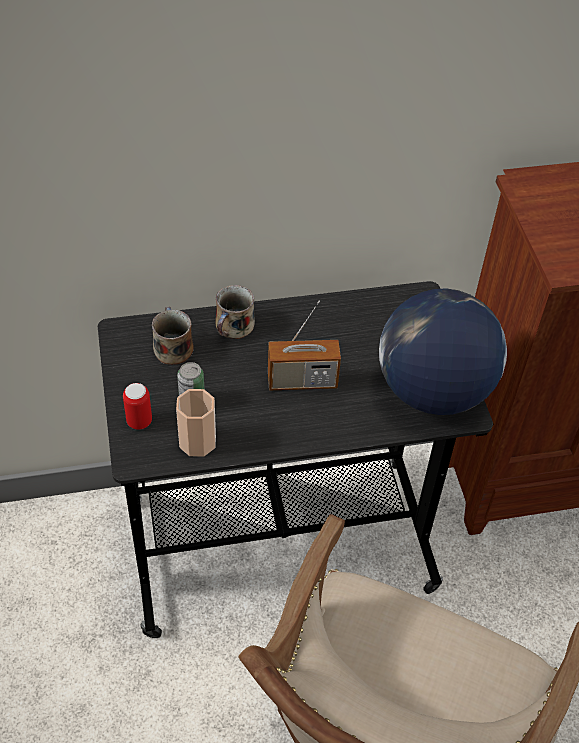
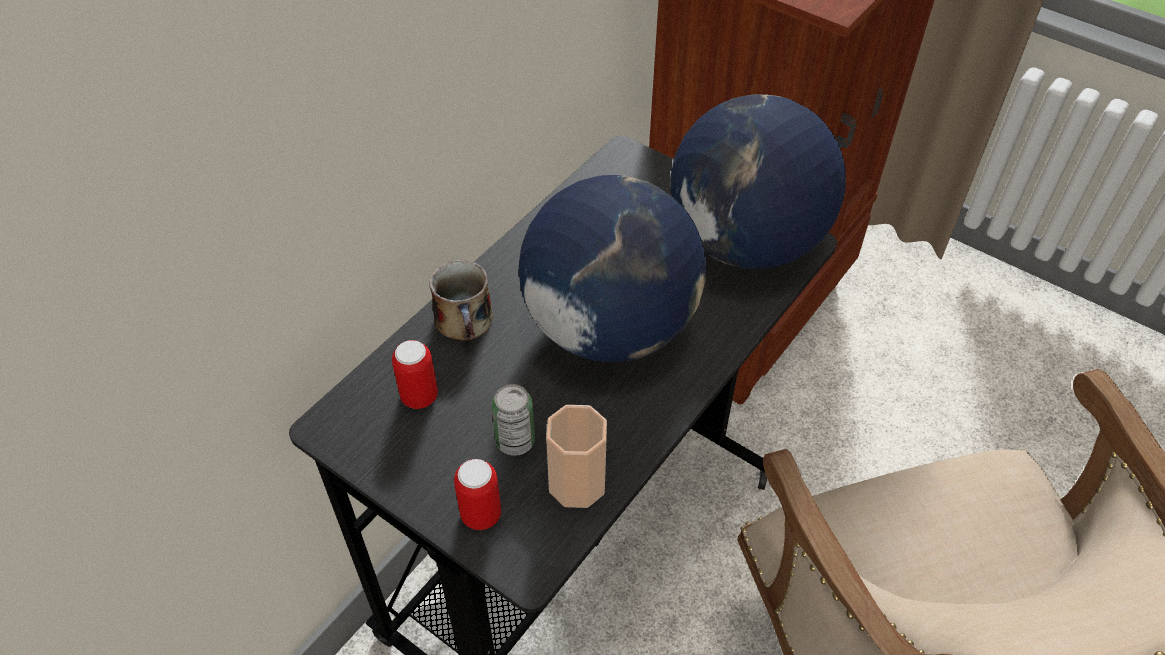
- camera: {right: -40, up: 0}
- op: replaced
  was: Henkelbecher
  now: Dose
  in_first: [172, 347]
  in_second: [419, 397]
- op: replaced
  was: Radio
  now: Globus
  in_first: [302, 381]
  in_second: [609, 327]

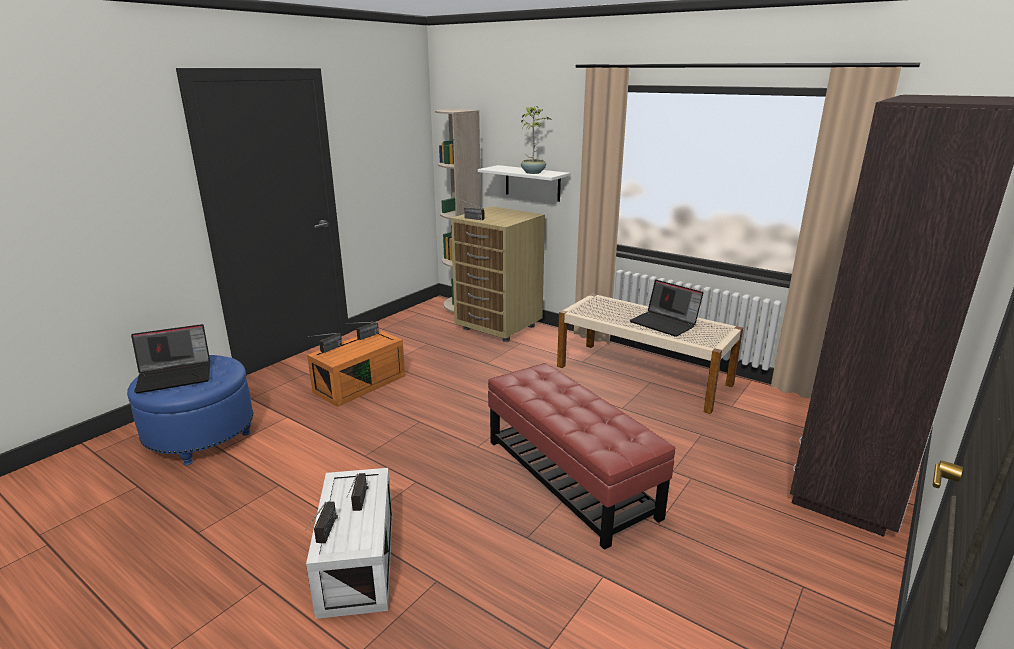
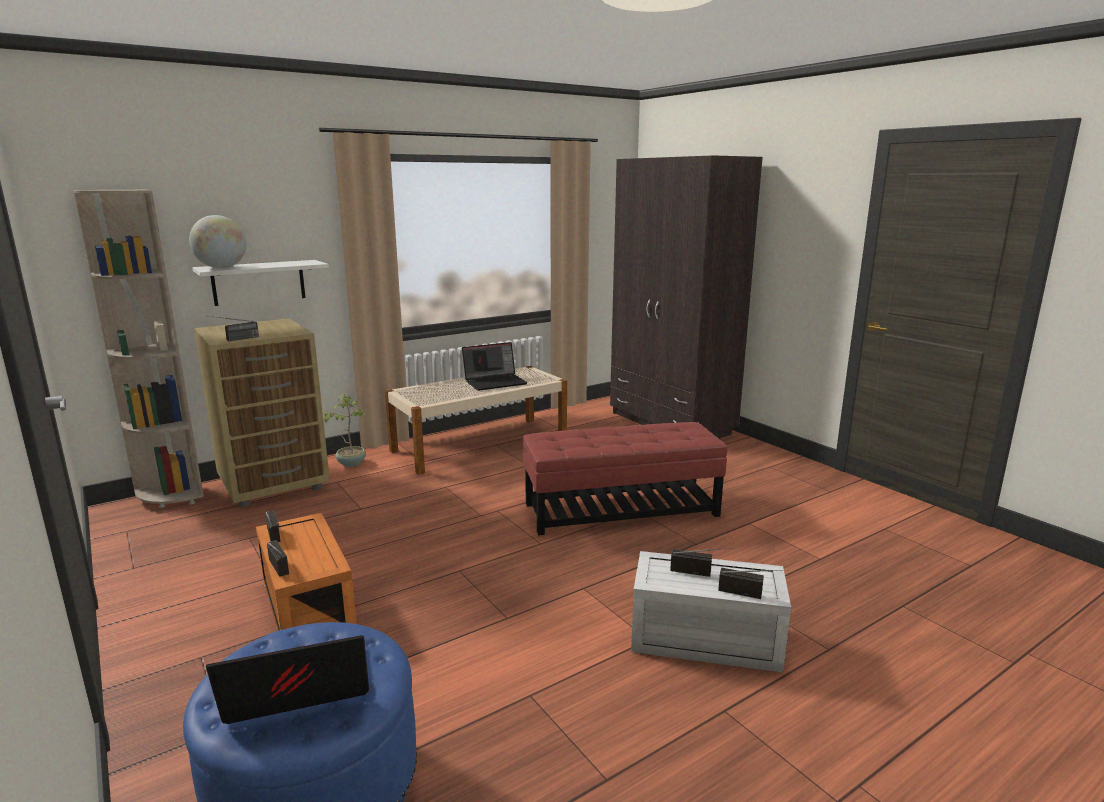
- camera: {right: -70, up: -5}
- op: turned
  was: Laptop
  in_first: [176, 376]
  in_second: [296, 692]
  clockwise: -105
- op: moved
  was: Topfpflanze
  in_first: [533, 172]
  in_second: [351, 463]
- op: added
  now: Globus
  in_second: [222, 268]

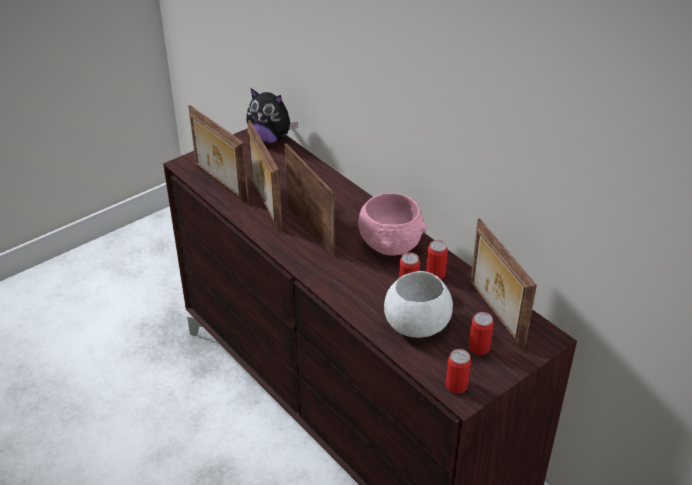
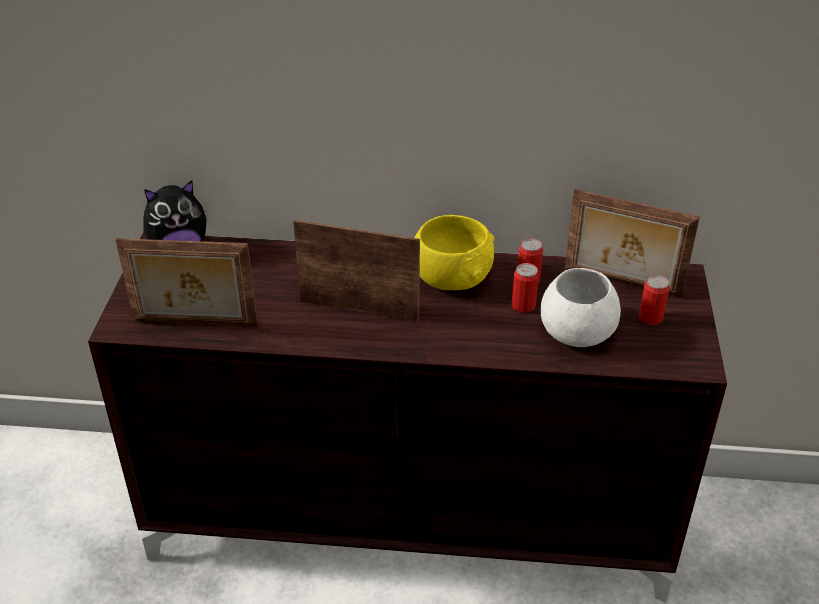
- camera: {right: -45, up: 0}
- op: removed
  was: Bilderrahmen
  in_first: [265, 205]
- op: recoloured
  was: Schüssel/rosa
  now: Schüssel/gelb
  in_first: [391, 244]
  in_second: [452, 278]
- op: removed
  was: Dose
  in_first: [456, 385]

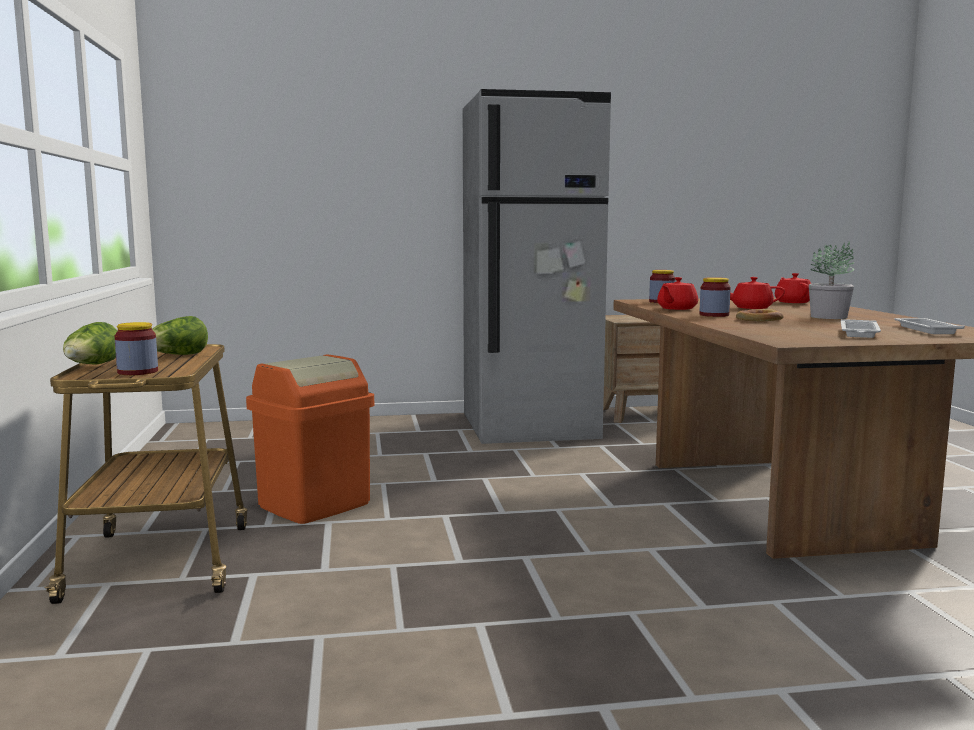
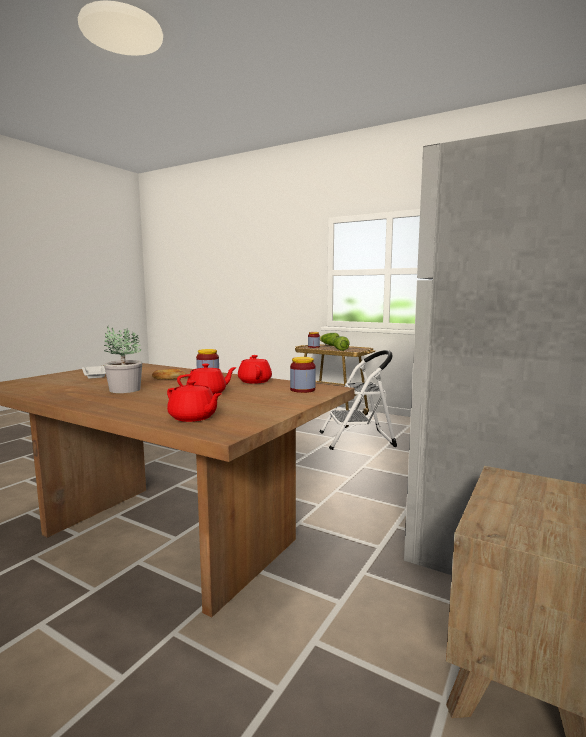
- camera: {right: 130, up: 0}
- op: replaced
  was: Mülleimer/orange
  now: Trittleiter
  in_first: [314, 504]
  in_second: [359, 439]
- op: removed
  was: Tablett/weiß
  in_first: [926, 330]

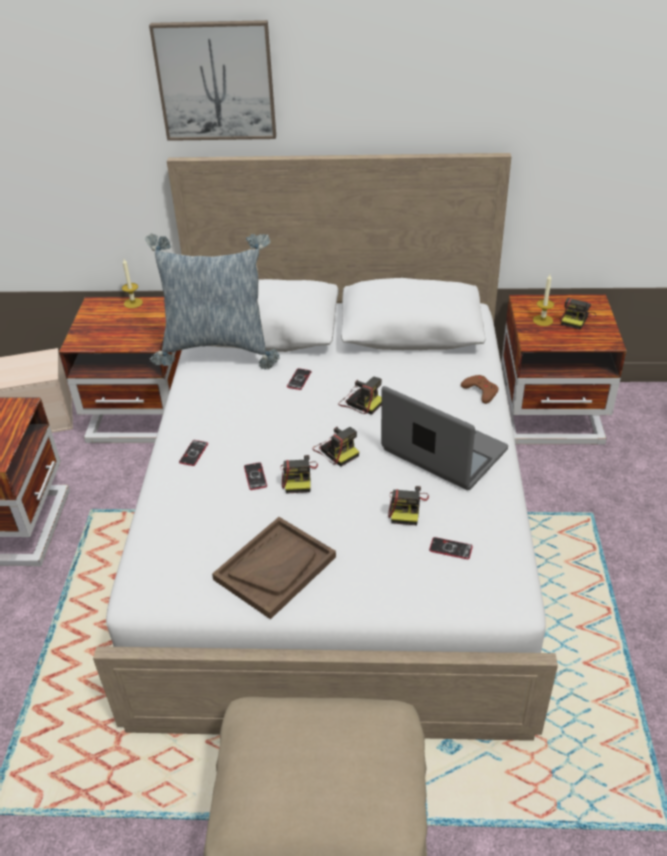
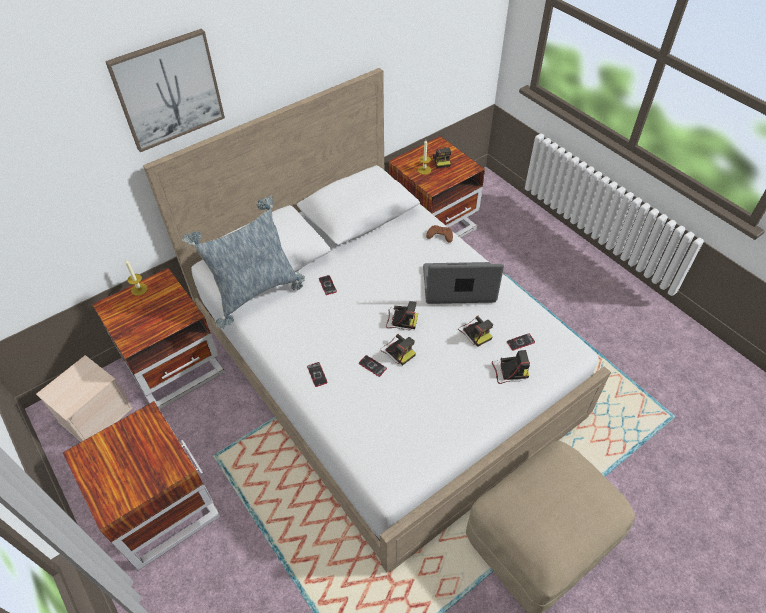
- camera: {right: -40, up: 10}
- op: removed
  was: Tablett/braun
  in_first: [275, 568]
- op: moved
  was: Kamera
  in_first: [360, 402]
  in_second: [509, 371]

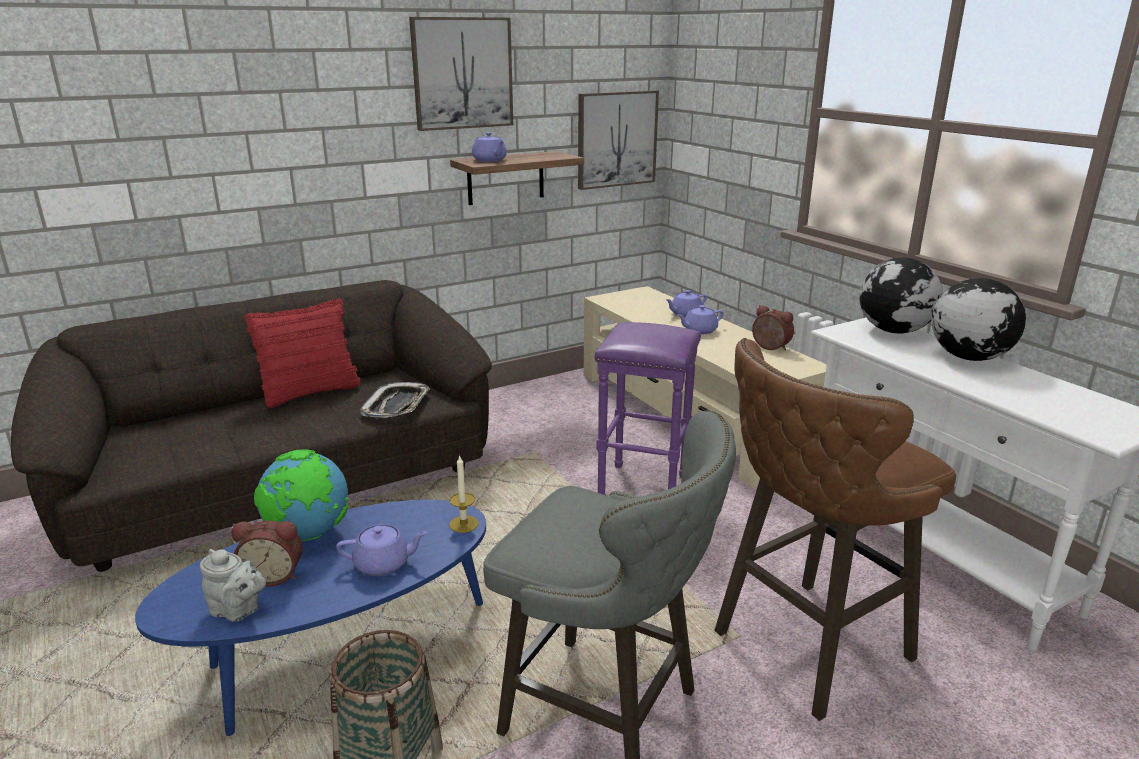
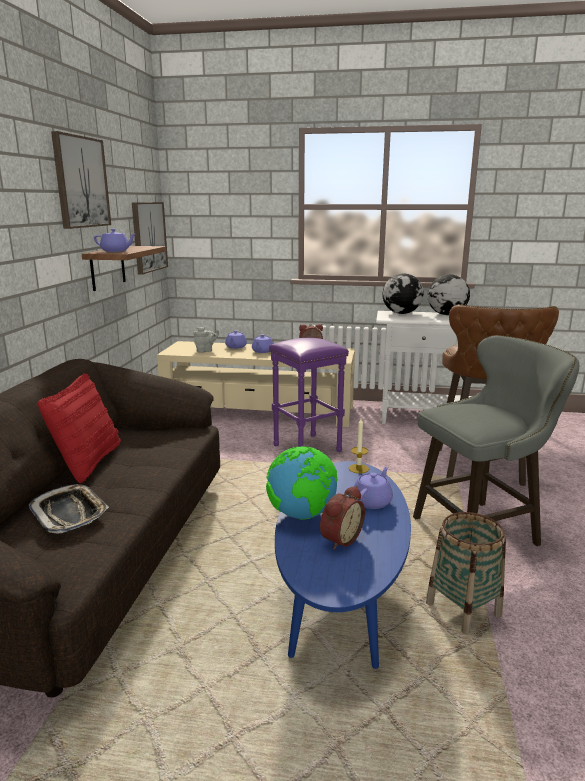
- camera: {right: -50, up: -5}
- op: moved
  was: Teekanne/grau
  in_first: [238, 610]
  in_second: [205, 351]
- op: moved
  was: Tablett
  in_first: [397, 406]
  in_second: [70, 513]

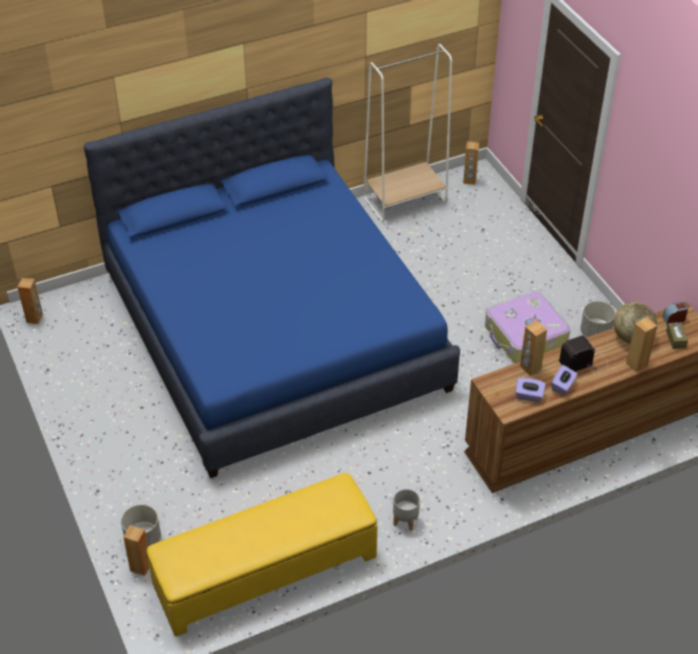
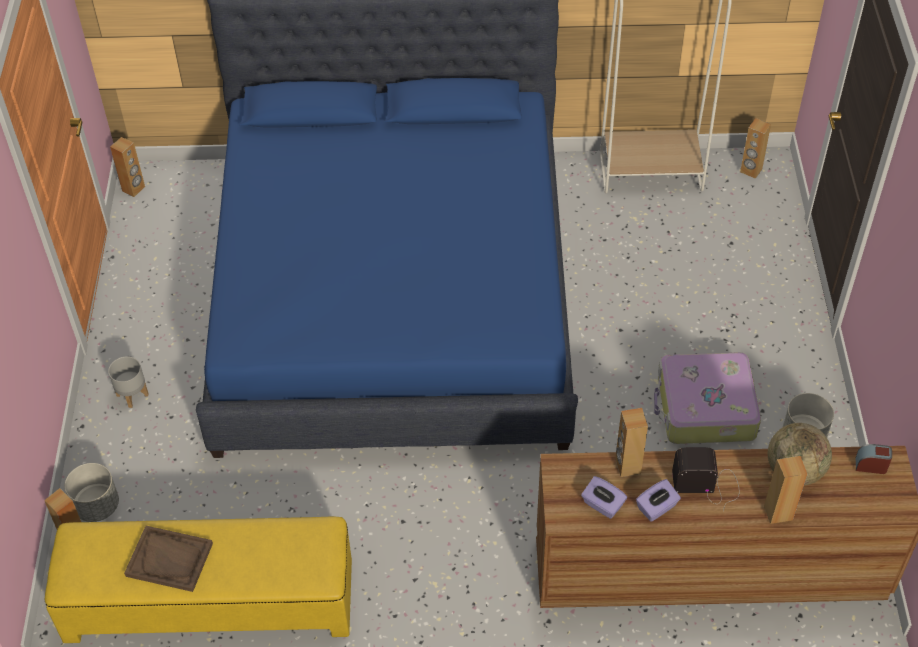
- camera: {right: 25, up: 5}
- op: moved
  was: Pflanzkübel/grau
  in_first: [405, 520]
  in_second: [132, 394]
- op: removed
  was: Taschentuchbox/braun
  in_first: [675, 339]
- op: added
  now: Tablett/braun
  in_second: [169, 559]

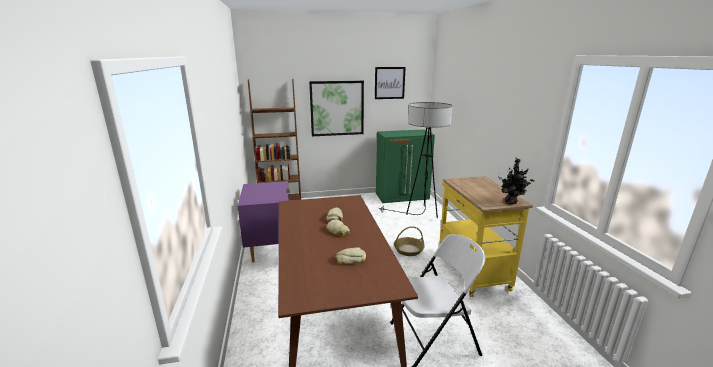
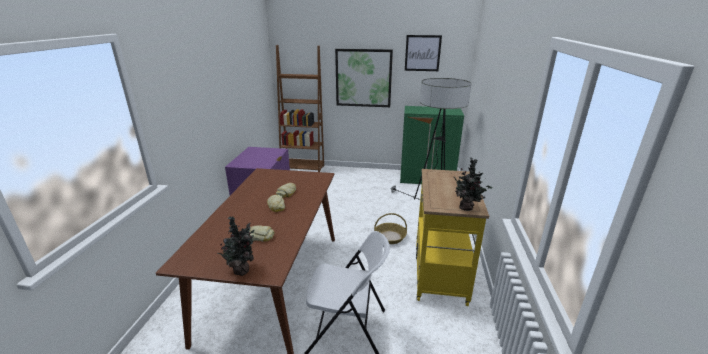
- camera: {right: 20, up: 5}
- op: added
  now: Topfpflanze
  in_second: [242, 270]

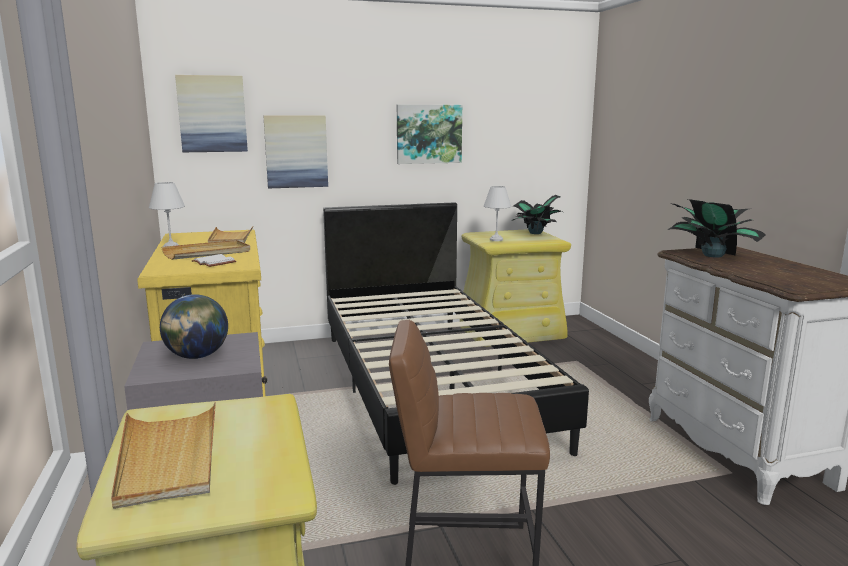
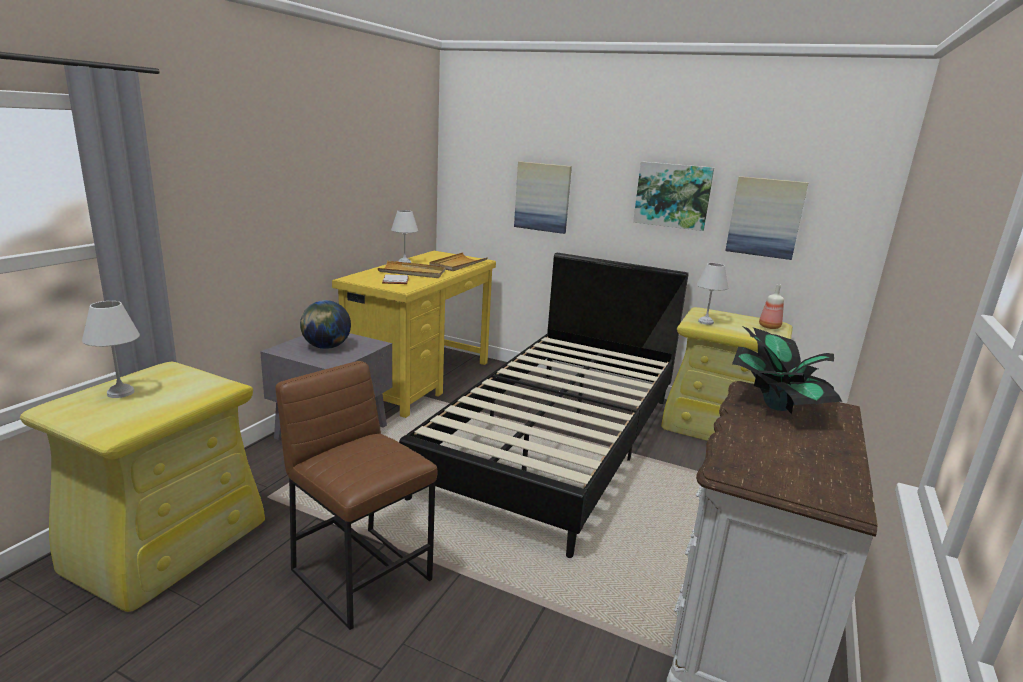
- camera: {right: 40, up: 5}
- op: replaced
  was: Tablett/beige
  now: Tischlampe/weiß
  in_first: [168, 457]
  in_second: [119, 393]
- op: moved
  was: Bild
  in_first: [212, 114]
  in_second: [765, 217]
- op: replaced
  was: Topfpflanze
  now: Flasche
  in_first: [535, 233]
  in_second: [768, 327]

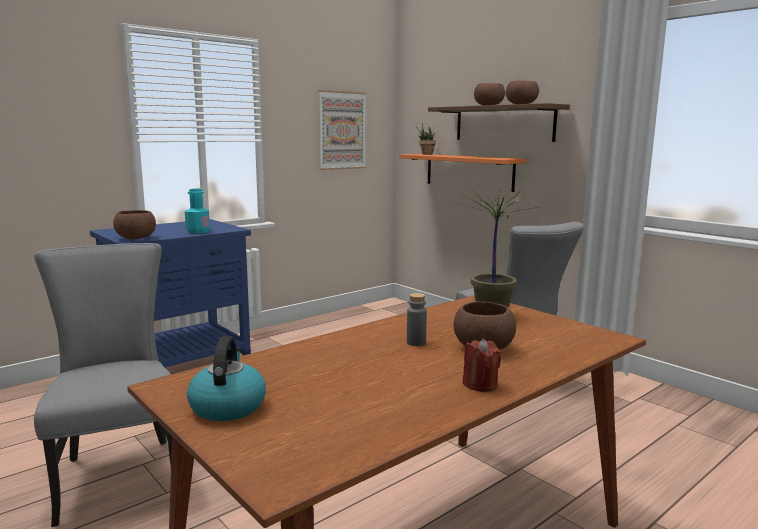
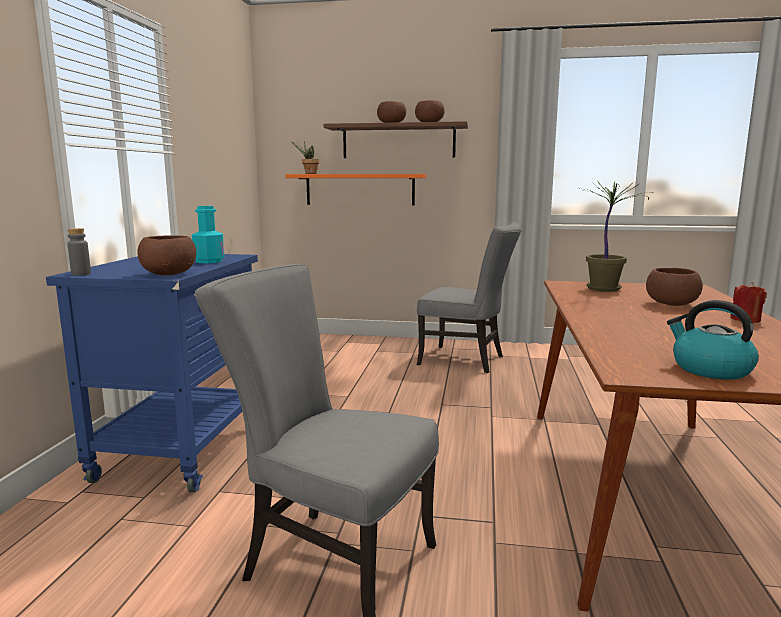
- camera: {right: -40, up: 0}
- op: removed
  was: Bild
  in_first: [342, 130]
- op: moved
  was: Flasche/grau
  in_first: [416, 342]
  in_second: [81, 274]

